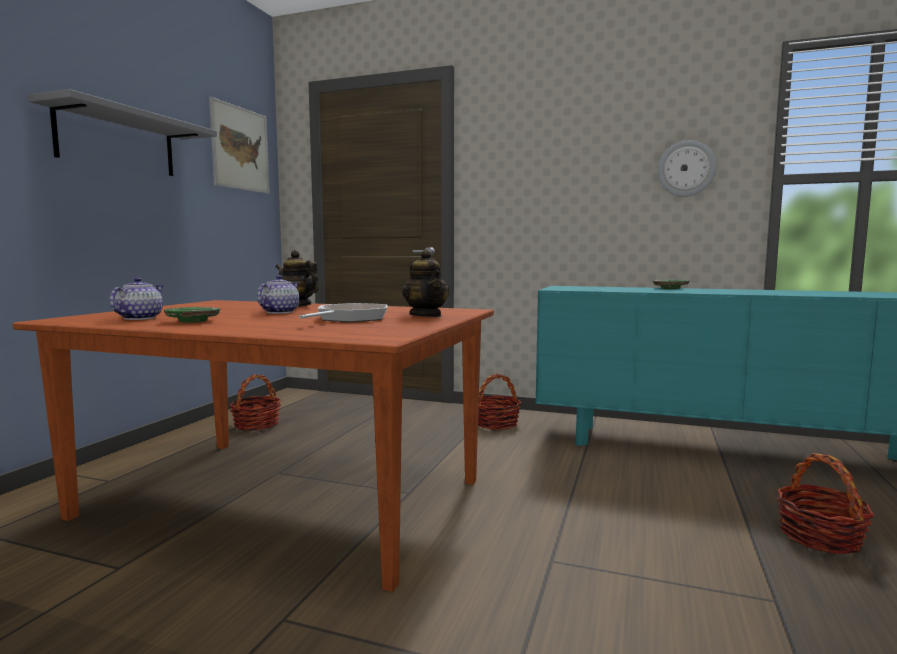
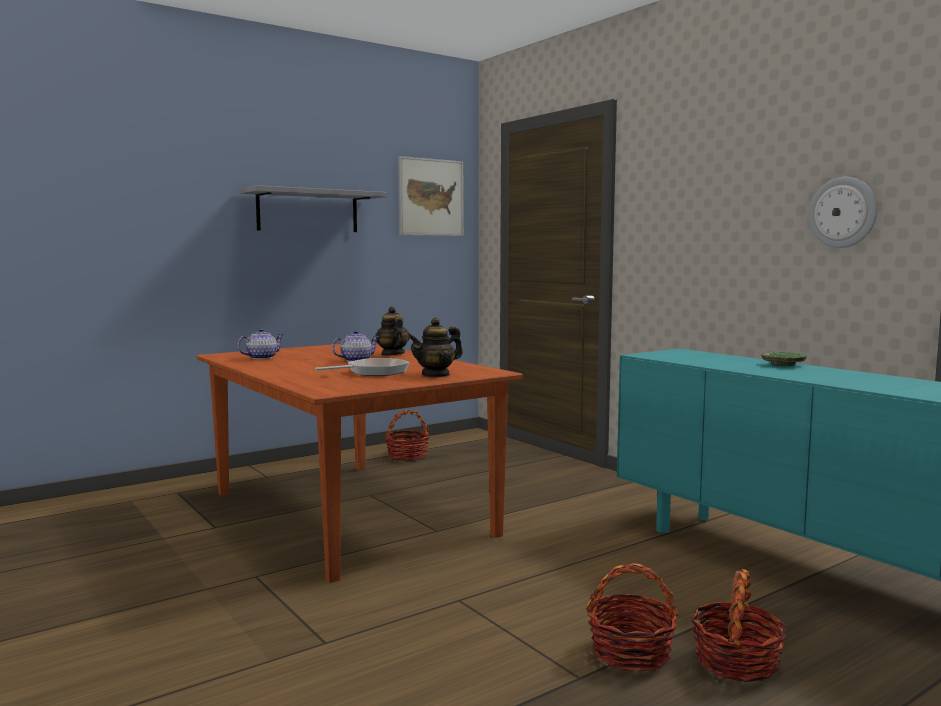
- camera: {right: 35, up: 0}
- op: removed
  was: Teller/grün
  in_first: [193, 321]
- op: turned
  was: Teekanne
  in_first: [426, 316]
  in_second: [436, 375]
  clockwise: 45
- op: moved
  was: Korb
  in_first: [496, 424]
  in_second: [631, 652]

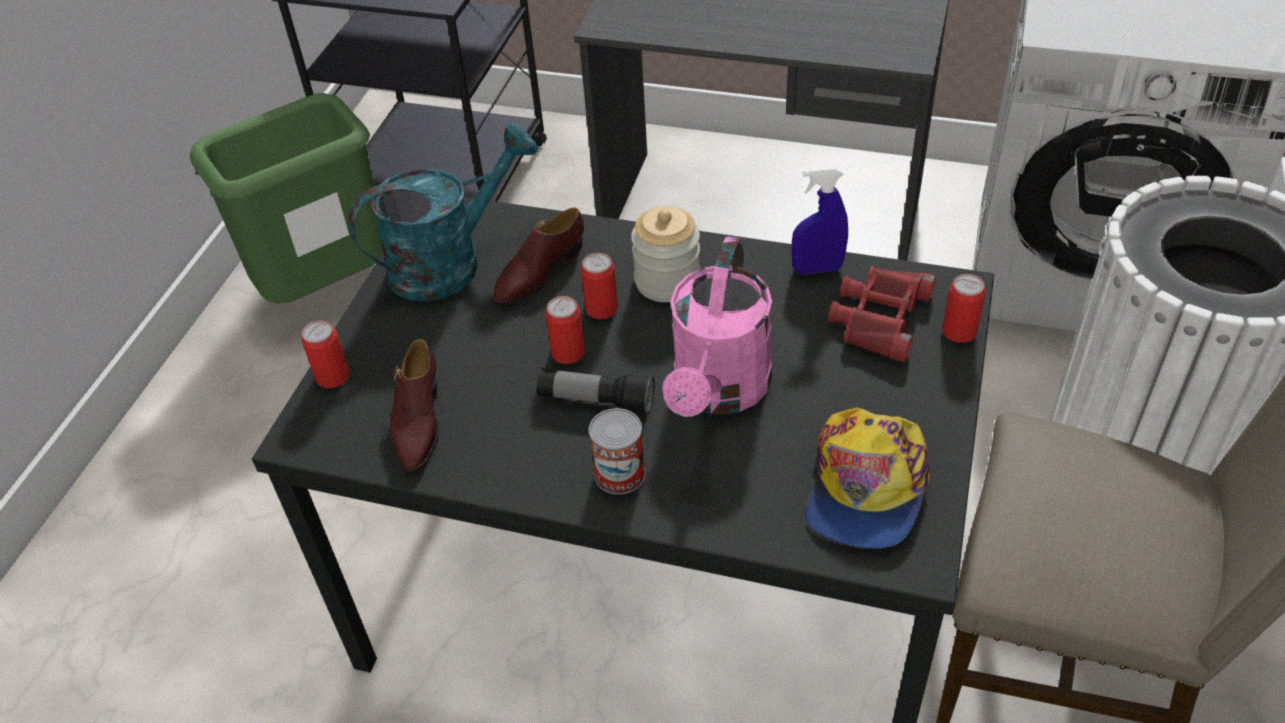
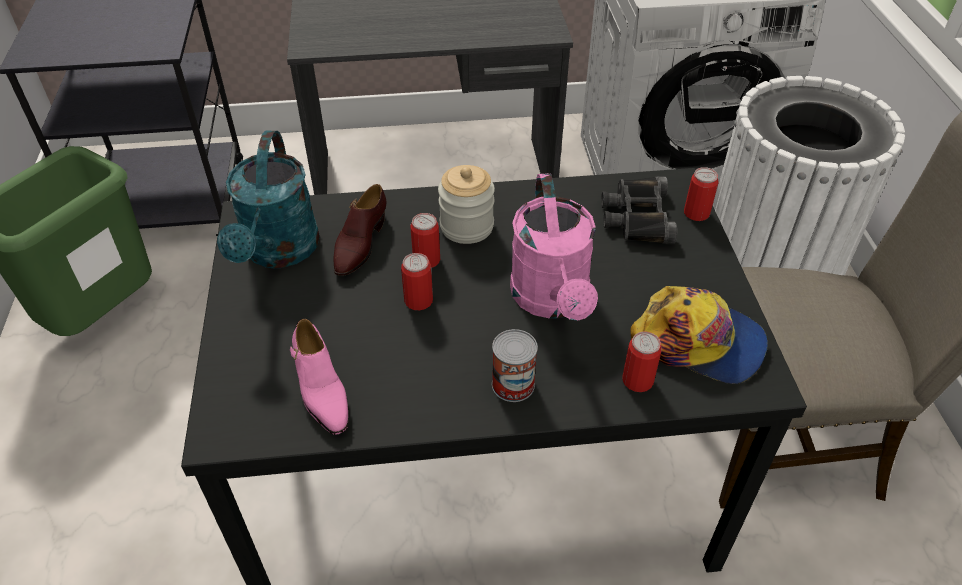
- camera: {right: -25, up: 0}
- op: moved
  was: Dose
  in_first: [333, 377]
  in_second: [637, 380]
- op: turned
  was: Gießkanne/türkis
  in_first: [450, 262]
  in_second: [279, 252]
  clockwise: 150
- op: recoloured
  was: Schuh/braun
  now: Schuh/rosa
  in_first: [418, 421]
  in_second: [321, 390]
- op: removed
  was: Taschenlampe
  in_first: [596, 401]
- op: removed
  was: Sprühflasche/blau
  in_first: [817, 269]
- op: turned
  was: Kappe
  in_first: [865, 488]
  in_second: [699, 342]
  clockwise: -60
- op: recoloured
  was: Fernglas/rot
  now: Fernglas/schwarz
  in_first: [879, 317]
  in_second: [636, 216]

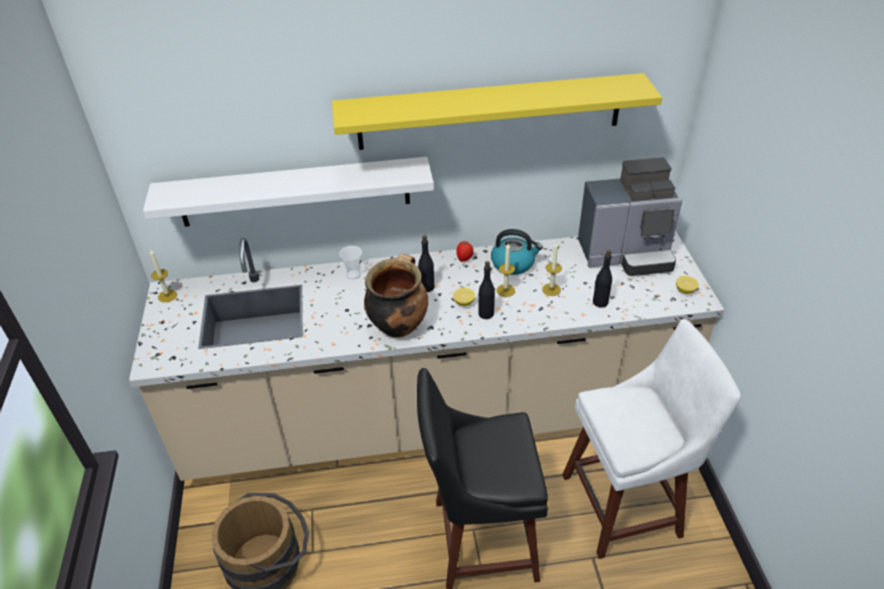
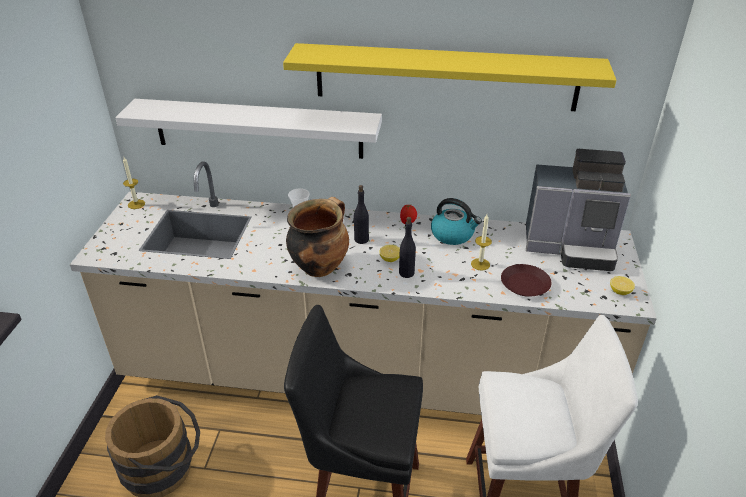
- camera: {right: 15, up: -5}
- op: removed
  was: Kerze
  in_first: [505, 290]
- op: replaced
  was: Flasche/schwarz
  now: Teller/braun
  in_first: [600, 302]
  in_second: [525, 285]

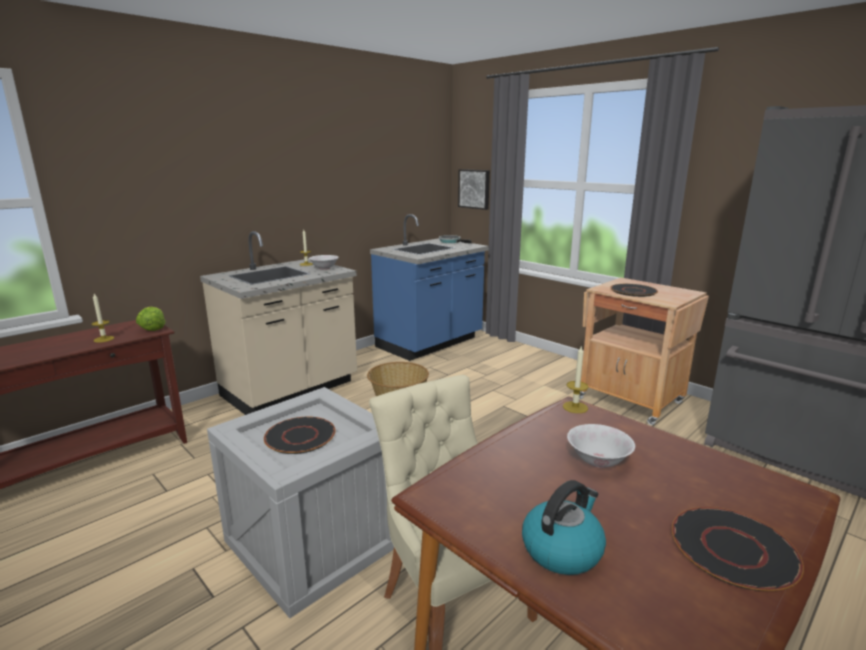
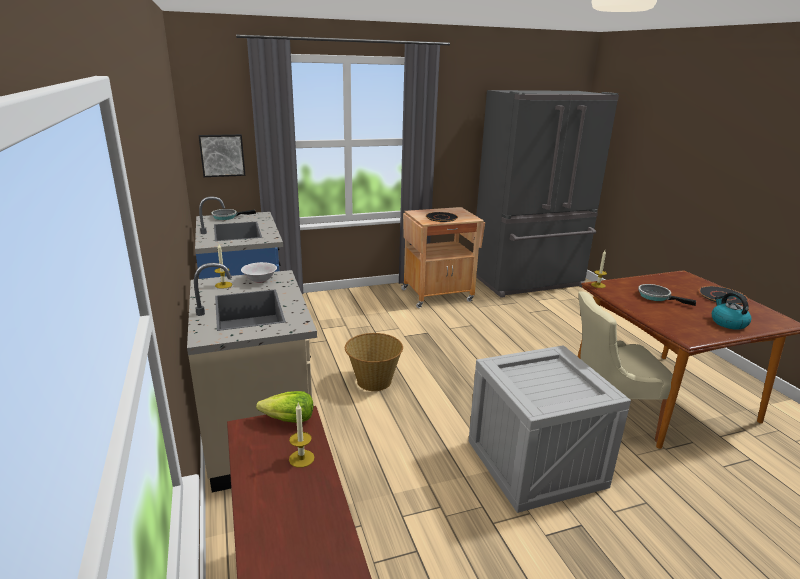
- camera: {right: -65, up: 5}
- op: removed
  was: Teller/schwarz
  in_first: [300, 436]
- op: replaced
  was: Schüssel/weiß
  now: Pfanne
  in_first: [598, 460]
  in_second: [656, 297]

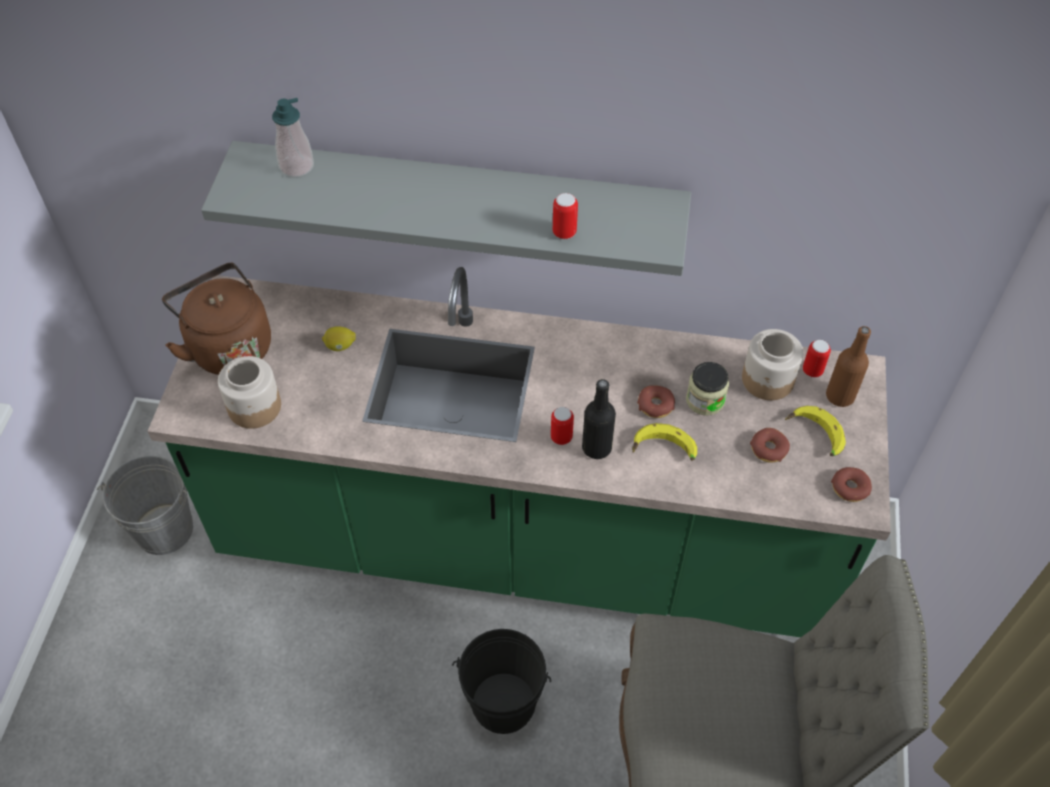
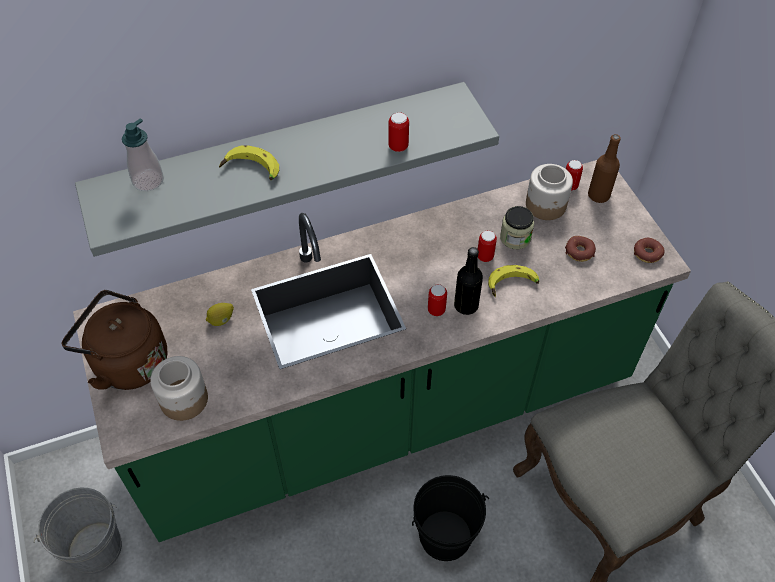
- camera: {right: -30, up: 0}
- op: replaced
  was: Donut
  now: Dose
  in_first: [655, 405]
  in_second: [485, 256]
- op: moved
  was: Banane
  in_first: [814, 435]
  in_second: [251, 171]

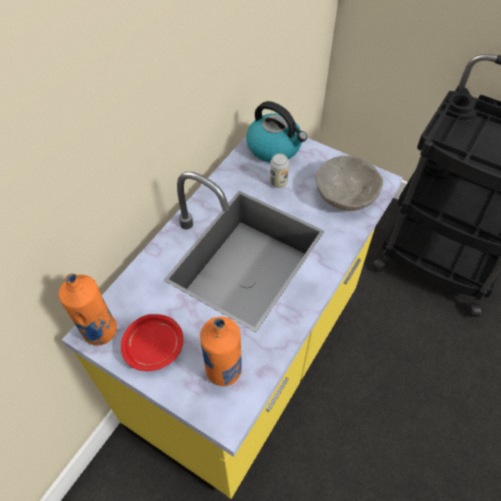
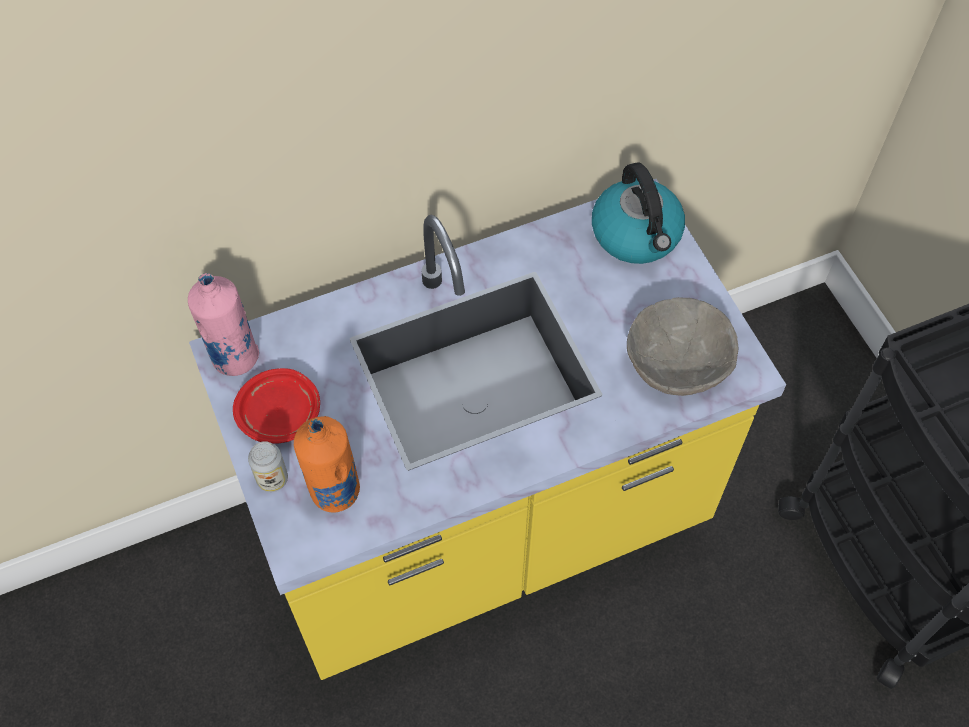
- camera: {right: 35, up: 5}
- op: recoloured
  was: Flasche/orange
  now: Flasche/rosa
  in_first: [99, 331]
  in_second: [234, 357]
- op: moved
  was: Dose
  in_first: [278, 182]
  in_second: [272, 479]

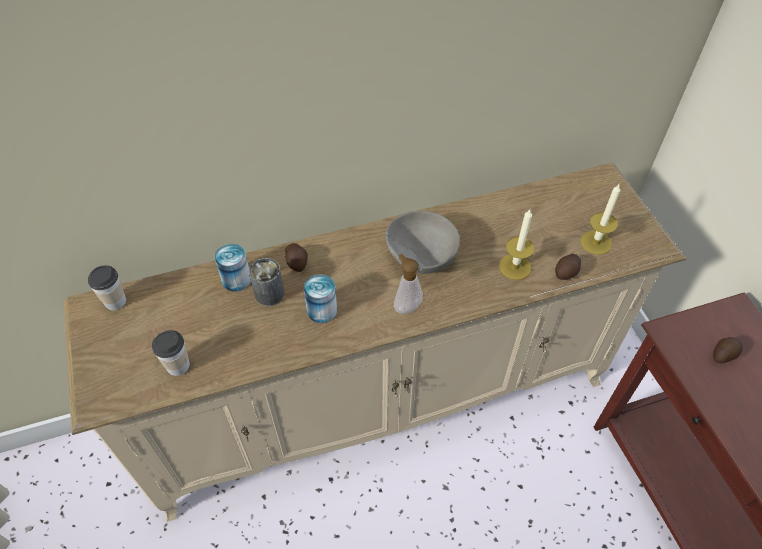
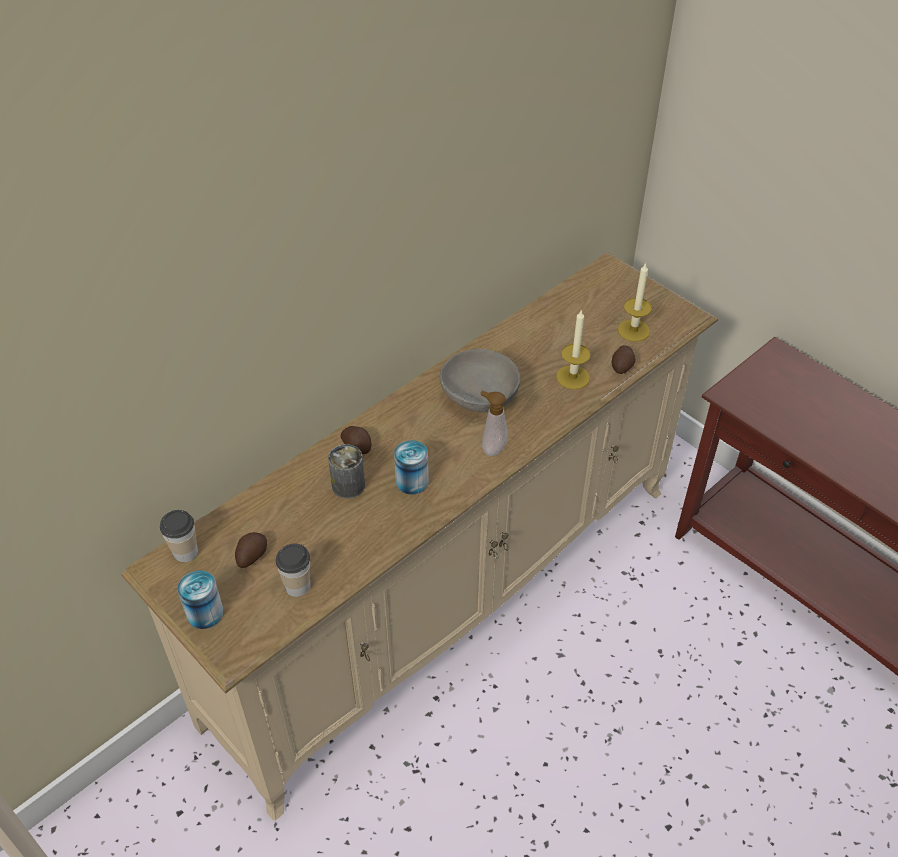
- camera: {right: -25, up: -5}
- op: moved
  was: Dose
  in_first: [236, 279]
  in_second: [205, 613]
- op: moved
  was: Kartoffel
  in_first: [723, 354]
  in_second: [251, 555]

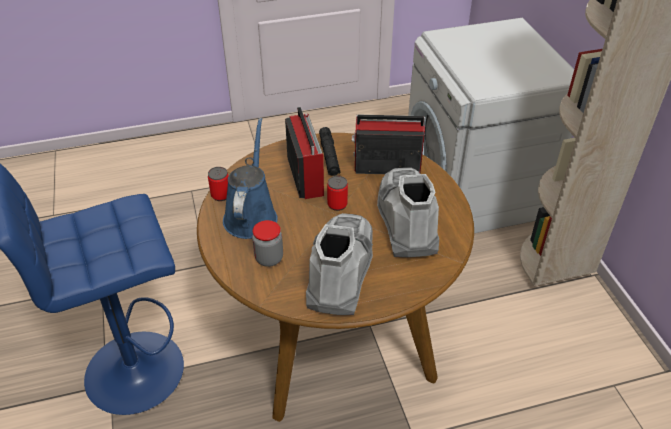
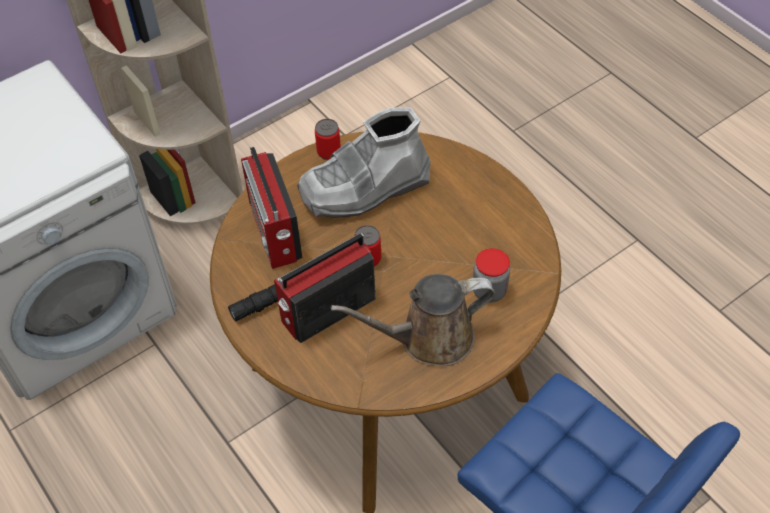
- camera: {right: -110, up: 10}
- op: moved
  was: Dose
  in_first: [221, 195]
  in_second: [328, 152]
- op: recoloured
  was: Gießkanne/blau
  now: Gießkanne/braun
  in_first: [251, 215]
  in_second: [429, 338]
- op: removed
  was: Stiefel/grau
  in_first: [340, 271]

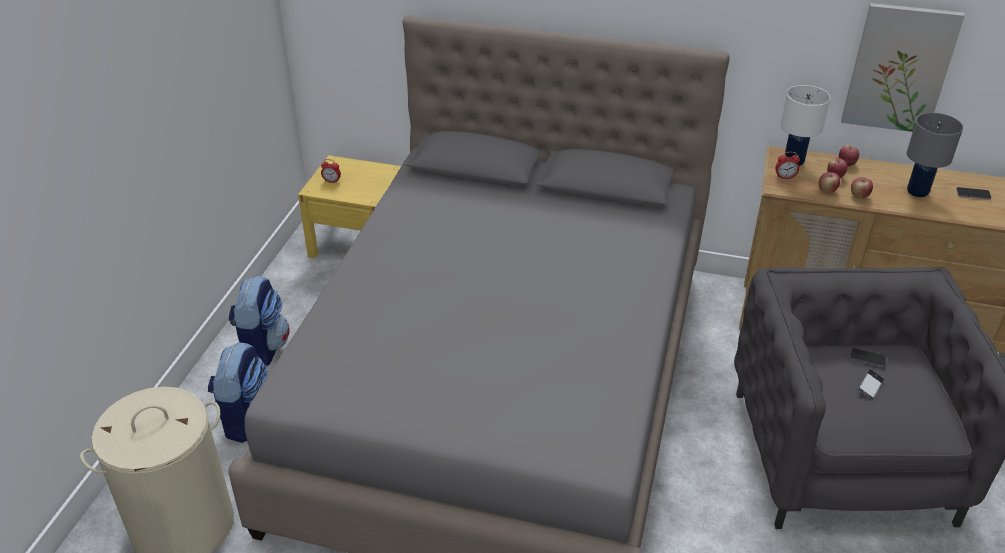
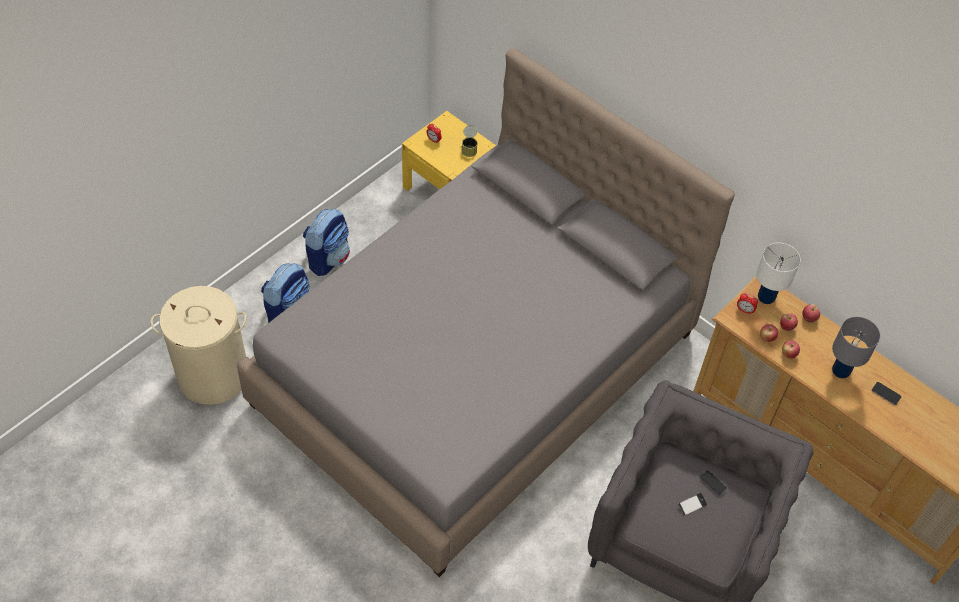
- camera: {right: 25, up: 15}
- op: removed
  was: Bild
  in_first: [899, 68]
- op: added
  now: Dose
  in_second: [469, 147]

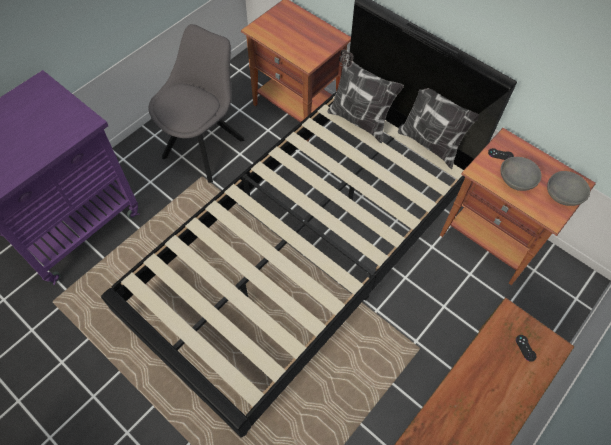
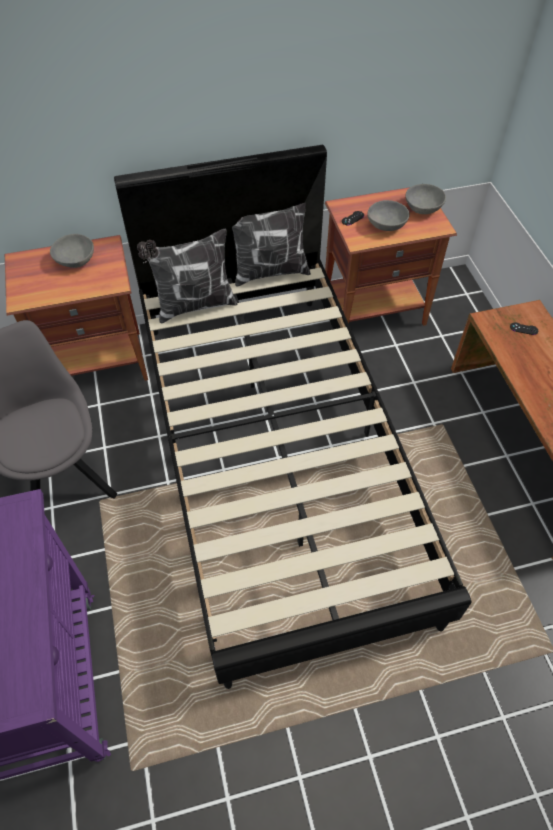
- camera: {right: -55, up: -5}
- op: added
  now: Schüssel/grau
  in_second: [75, 260]

